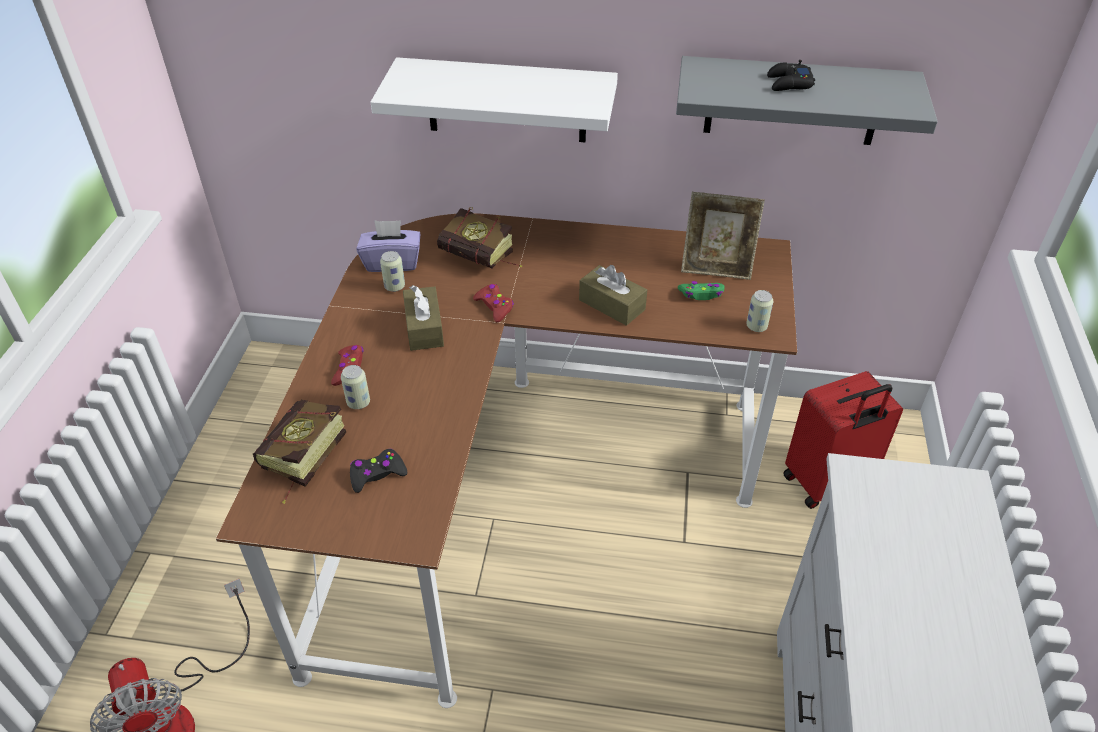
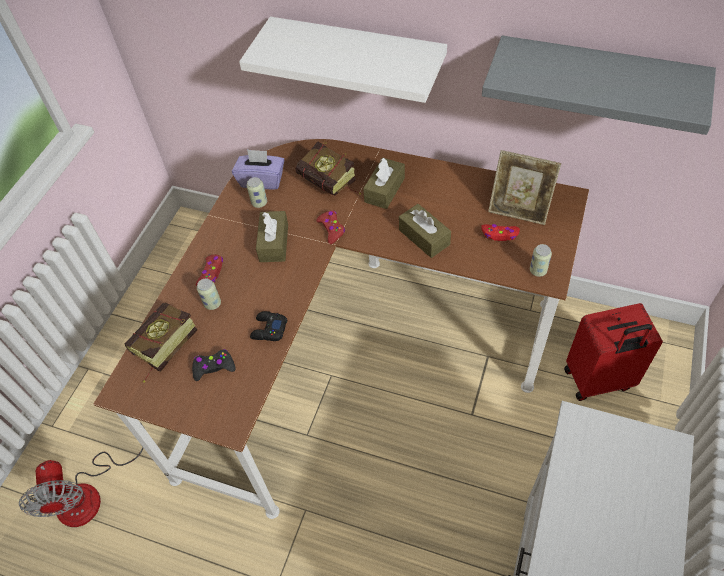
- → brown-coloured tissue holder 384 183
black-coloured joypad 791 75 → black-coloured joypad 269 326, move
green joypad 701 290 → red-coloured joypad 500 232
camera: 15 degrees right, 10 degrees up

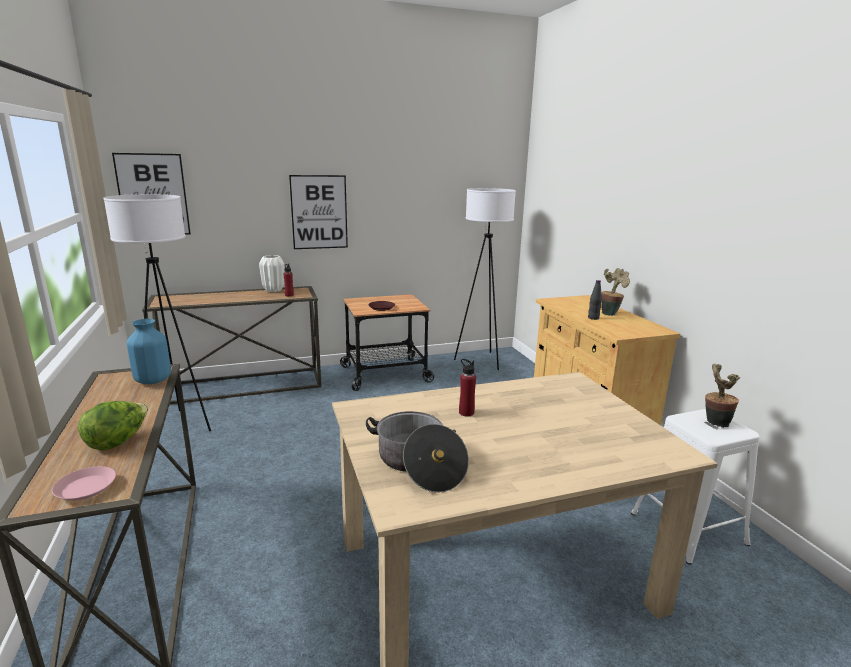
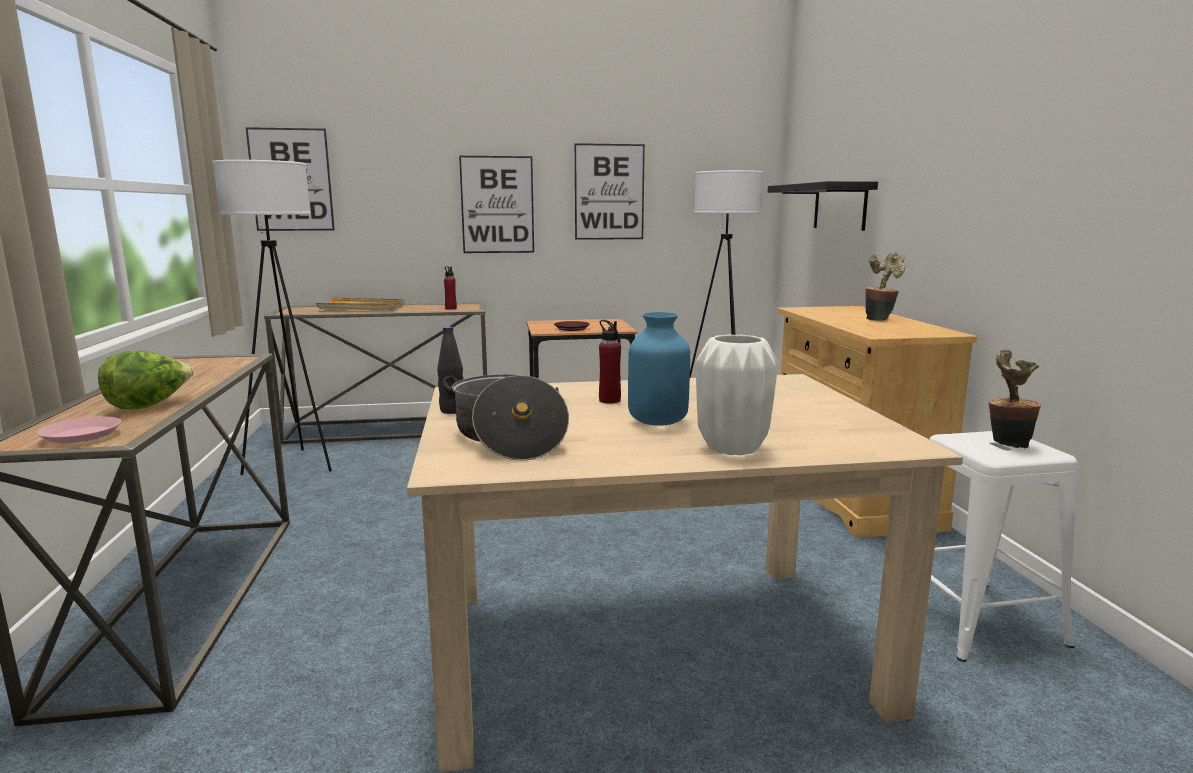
- → beige-coloured tray 360 304
- → wall picture 609 191
- → black-coloured wall shelf 823 206
bluish vase 149 351 → bluish vase 659 369, move
white vase 272 273 → white vase 737 394, move
black-coloured drink bottle 595 300 → black-coloured drink bottle 450 370, move
camera: 10 degrees right, 5 degrees down

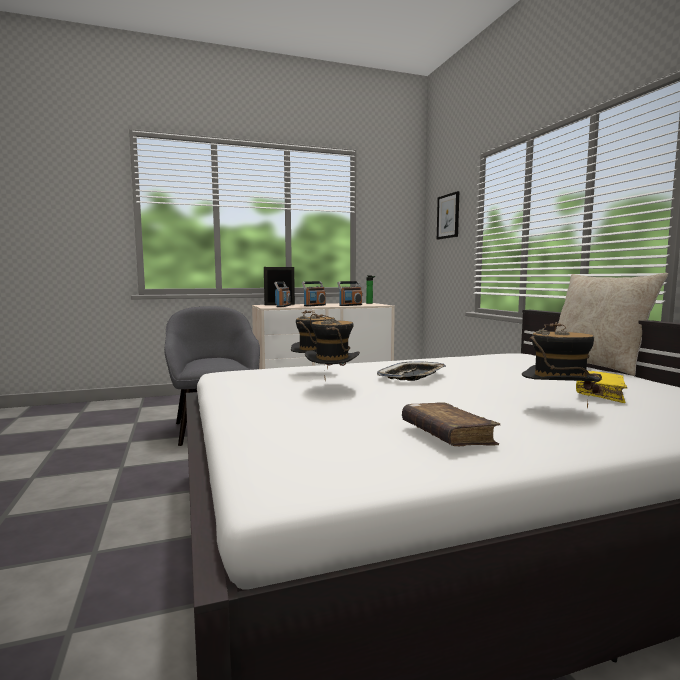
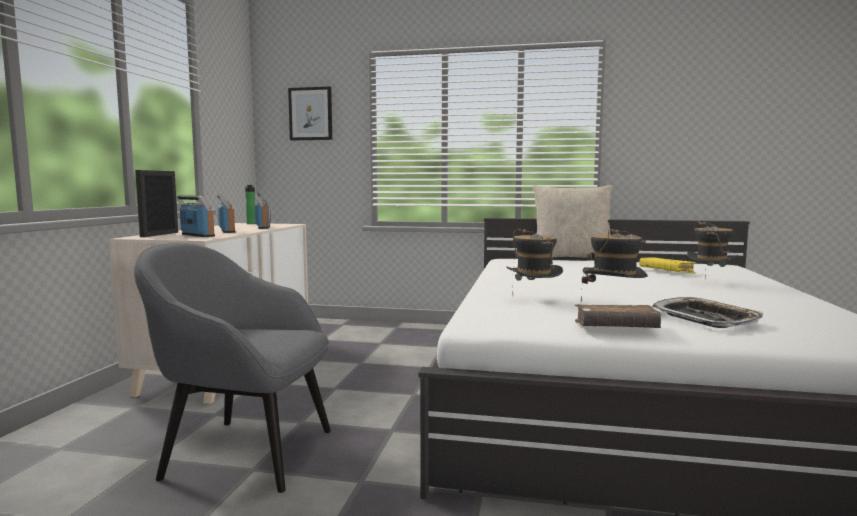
tray 411 371 → tray 707 312, move
brown-coloured bound book 451 424 → brown-coloured bound book 618 316, move
camera: 60 degrees left, 0 degrees up

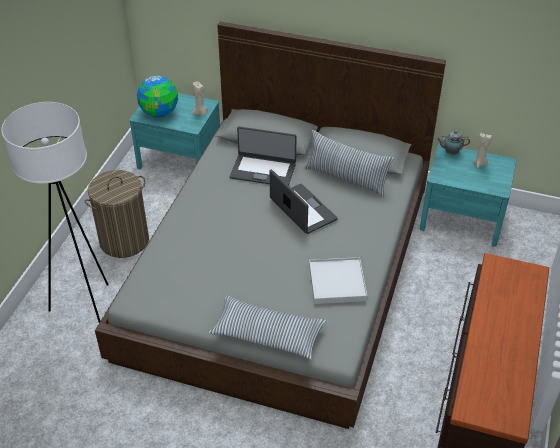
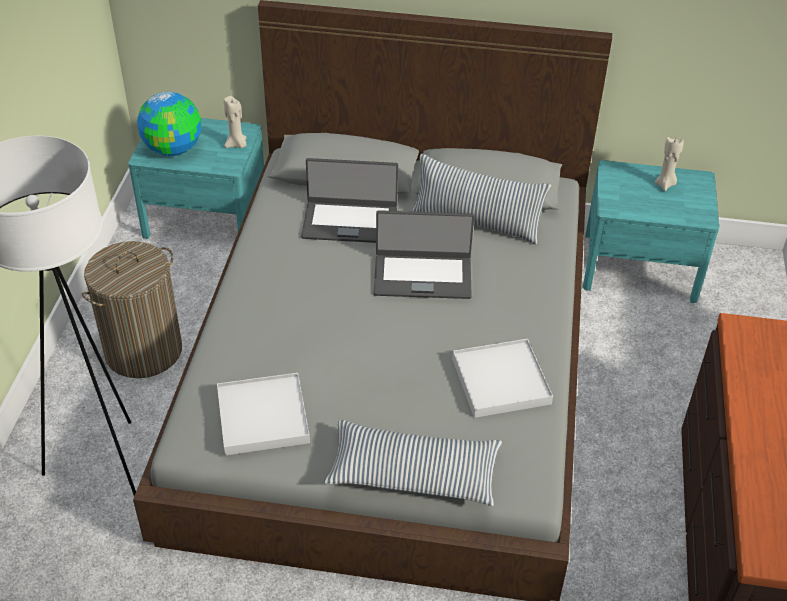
tea pot 453 142 → -
- → white tray 263 414
laptop 304 201 → laptop 424 254, 135 degrees clockwise
camera: 10 degrees left, 0 degrees up

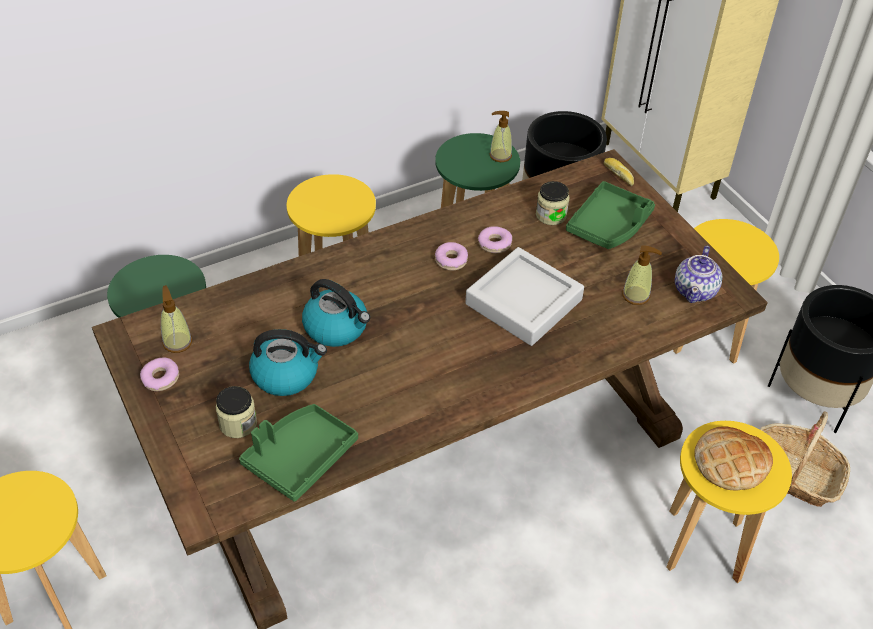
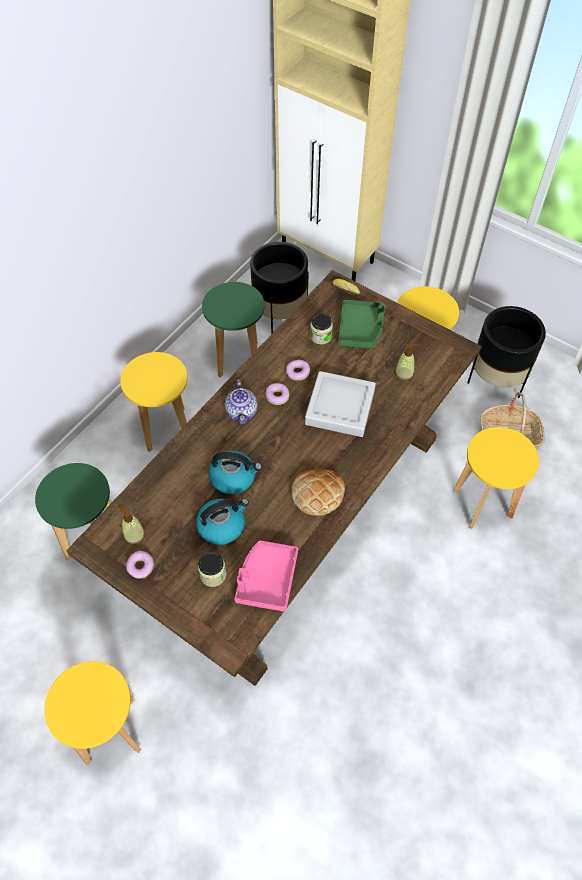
liquid soap bottle 501 136 → -
tea pot 698 274 → tea pot 241 401, move
bakery bread 733 458 → bakery bread 318 492, move
green tray 298 453 → pinkish tray 266 576
camera: 25 degrees left, 10 degrees up

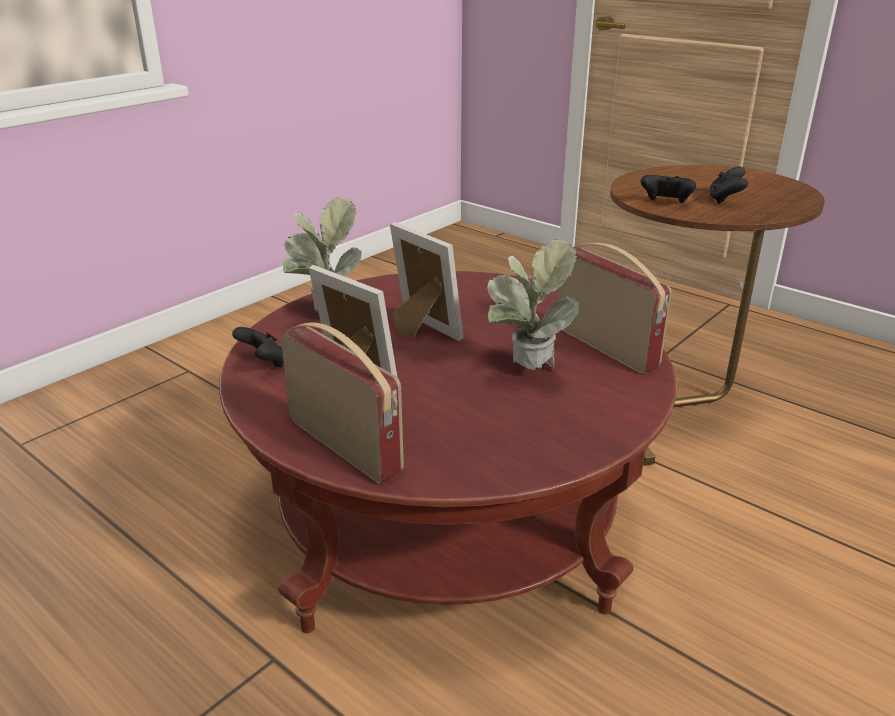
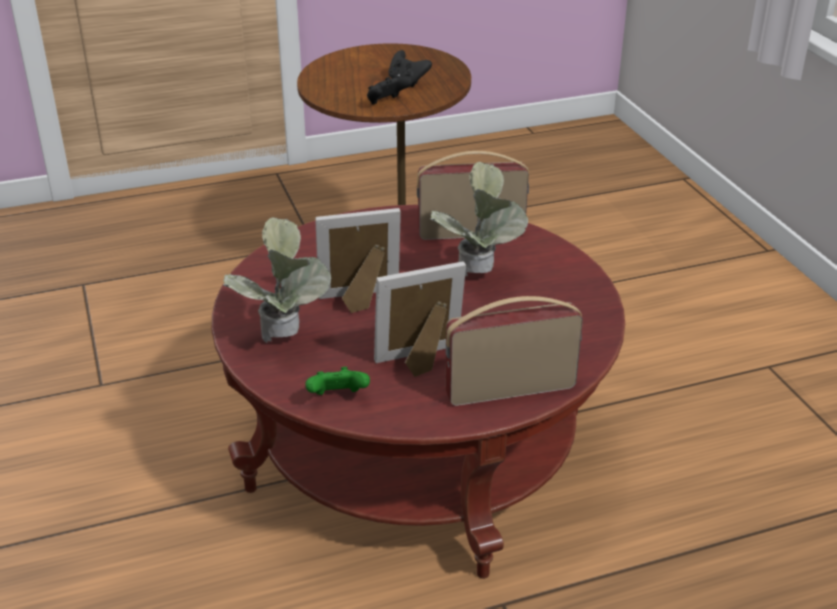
black-coloured joypad 258 347 → green joypad 337 381
camera: 60 degrees left, 5 degrees up

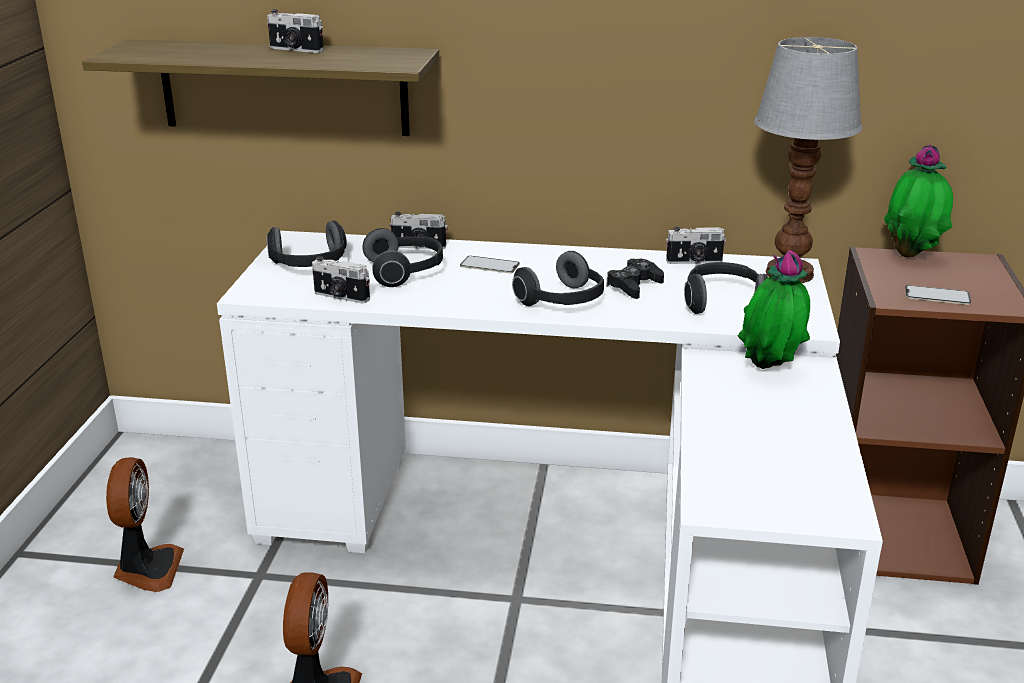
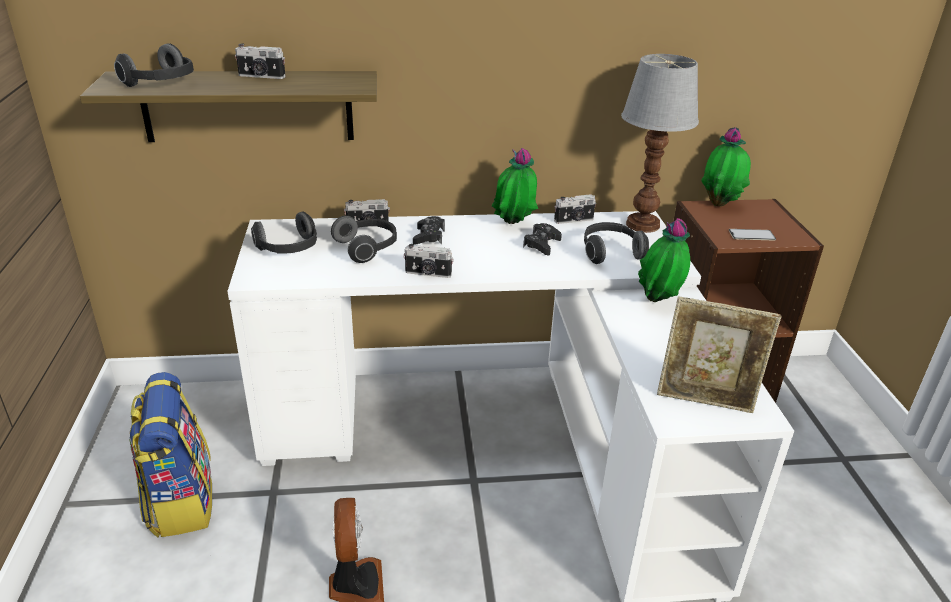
- → plant in a pot 515 186
- → standing frame 719 354
still camera 341 280 → still camera 428 261, move
headset 558 278 → headset 154 65, move
electric fan 145 524 → knapsack 170 455
phone 490 264 → black-coloured joypad 429 230
camera: 15 degrees left, 5 degrees up

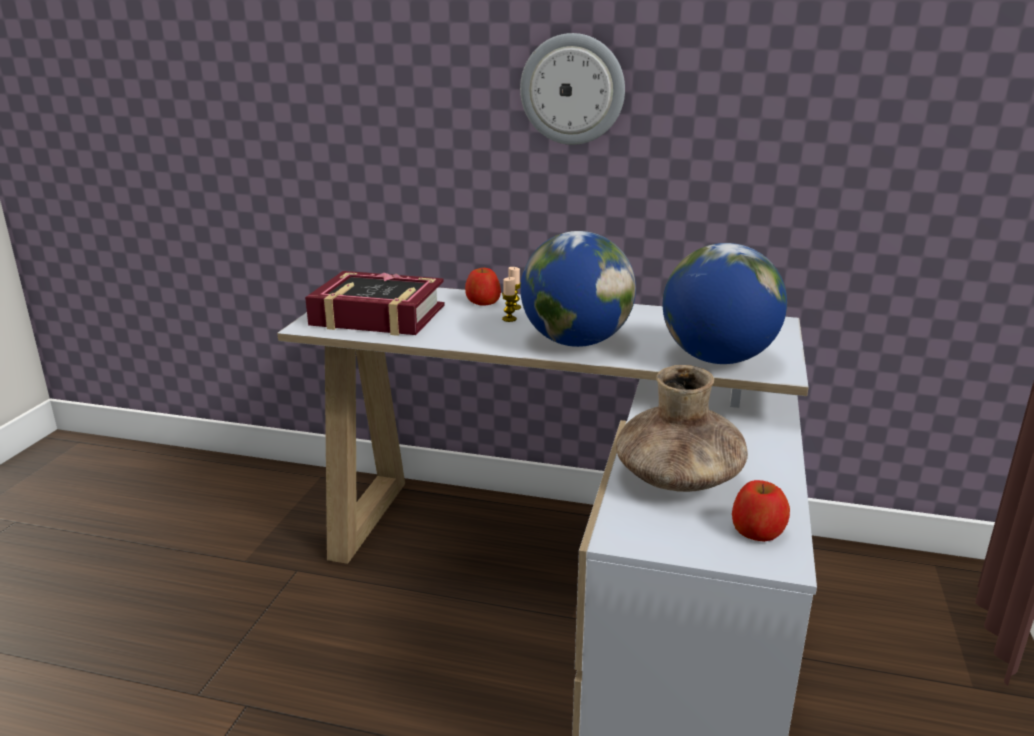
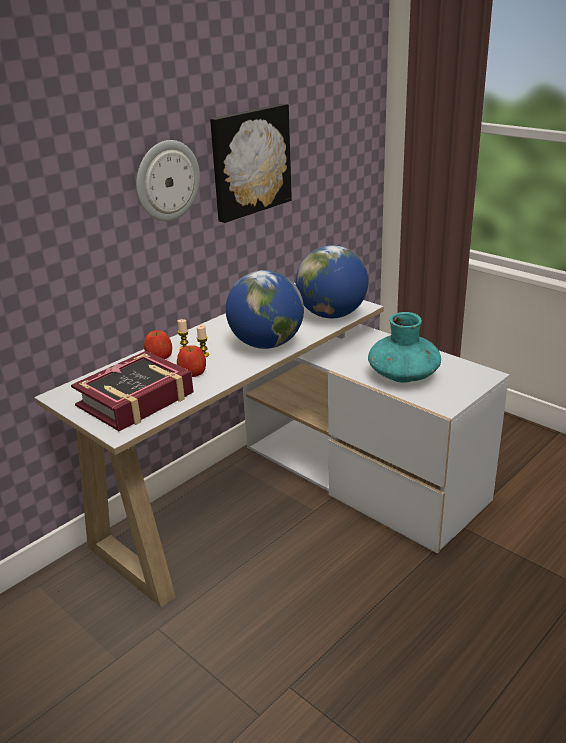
- → wall picture 251 163
apple fruit 761 511 → apple fruit 191 361, move
brown-coloured vase 682 428 → blue-green vase 404 347
camera: 60 degrees left, 5 degrees up

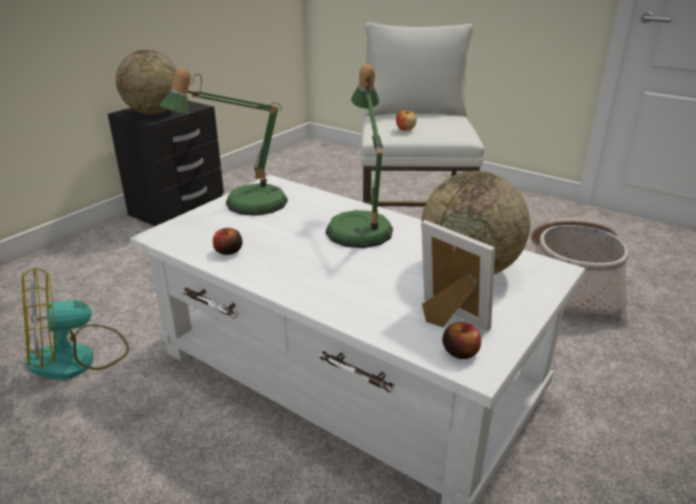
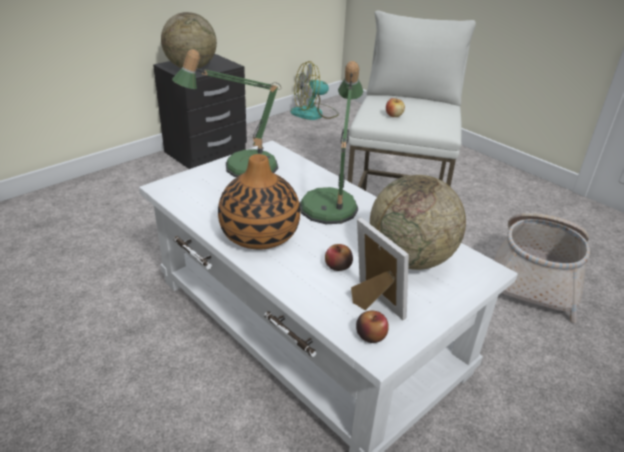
- → vase 259 202
electric fan 75 324 → electric fan 314 90, move
apple fruit 227 241 → apple fruit 339 257, move
camera: 10 degrees right, 5 degrees up

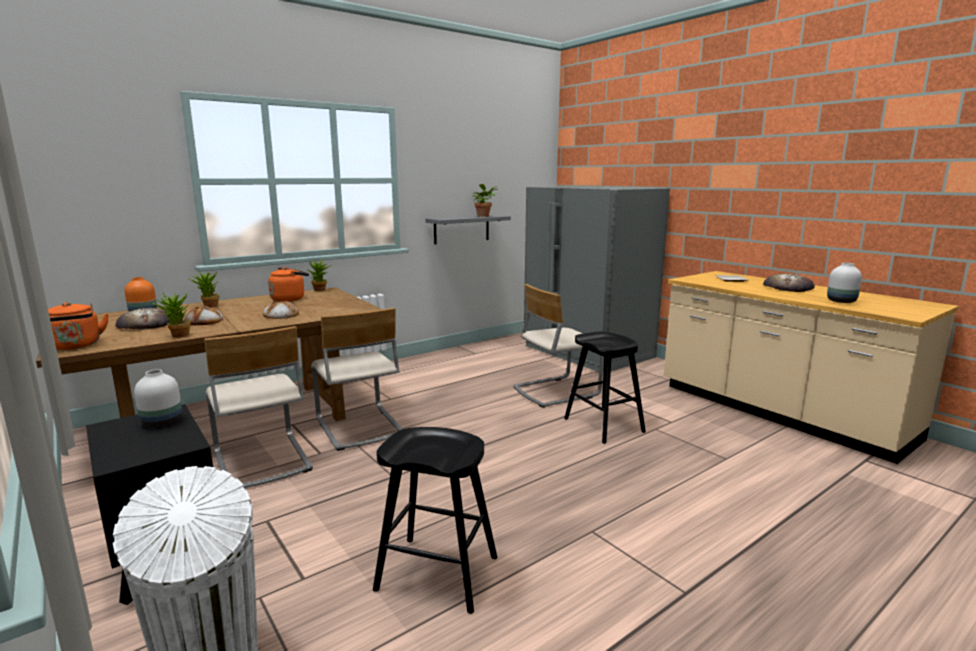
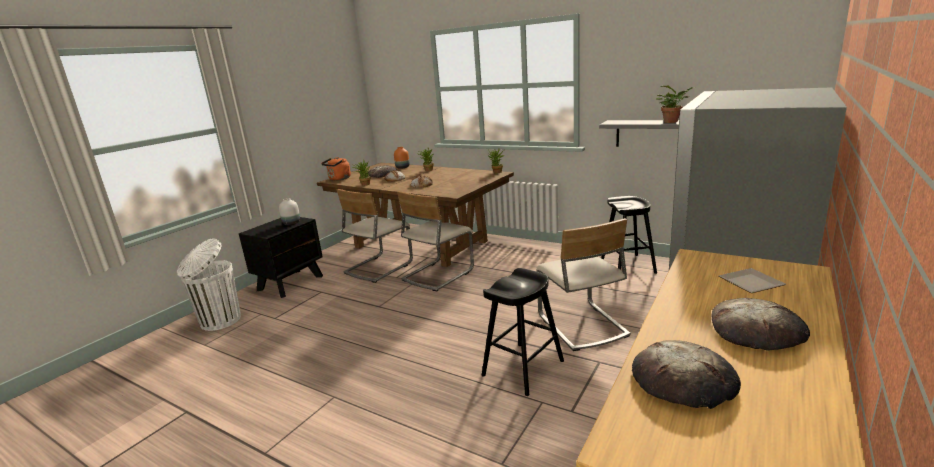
orange water kettle 288 284 → -
black-coloured sitting stool 435 520 → black-coloured sitting stool 629 235, move
white vase 844 283 → bakery bread 686 374
beige-coloured chair 558 346 → beige-coloured chair 583 284, 150 degrees counterclockwise
camera: 70 degrees right, 5 degrees up

